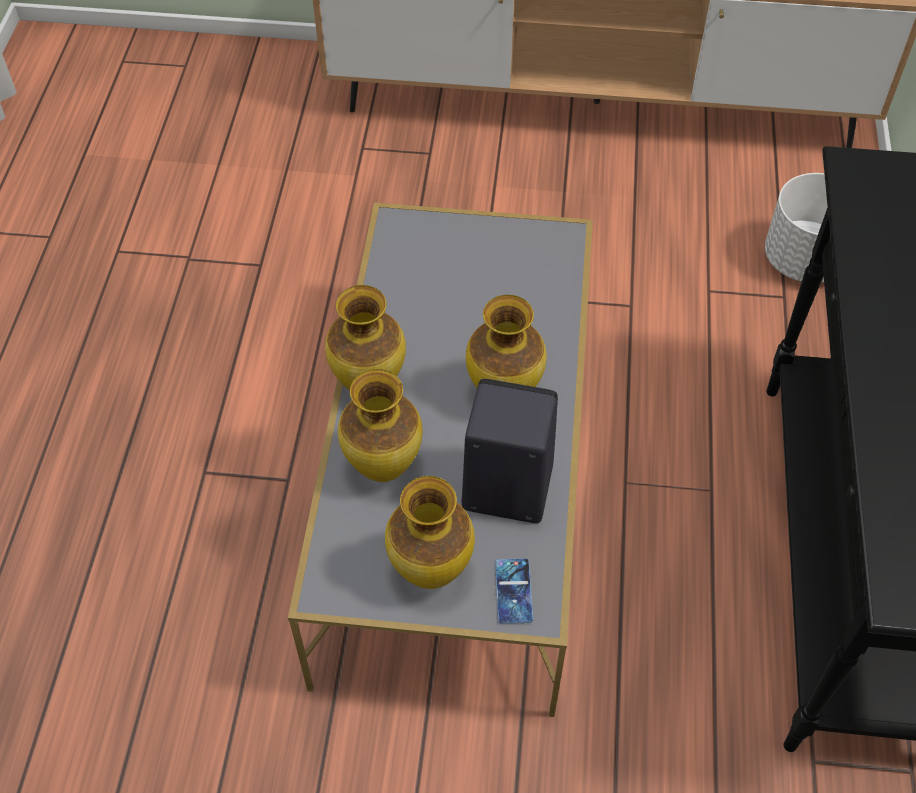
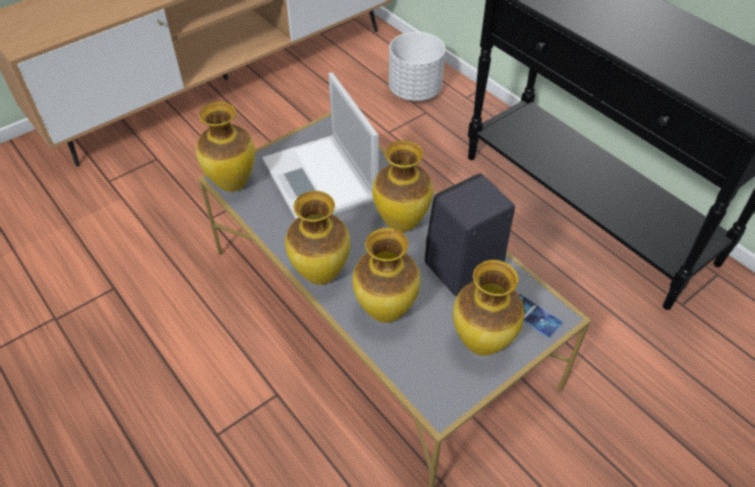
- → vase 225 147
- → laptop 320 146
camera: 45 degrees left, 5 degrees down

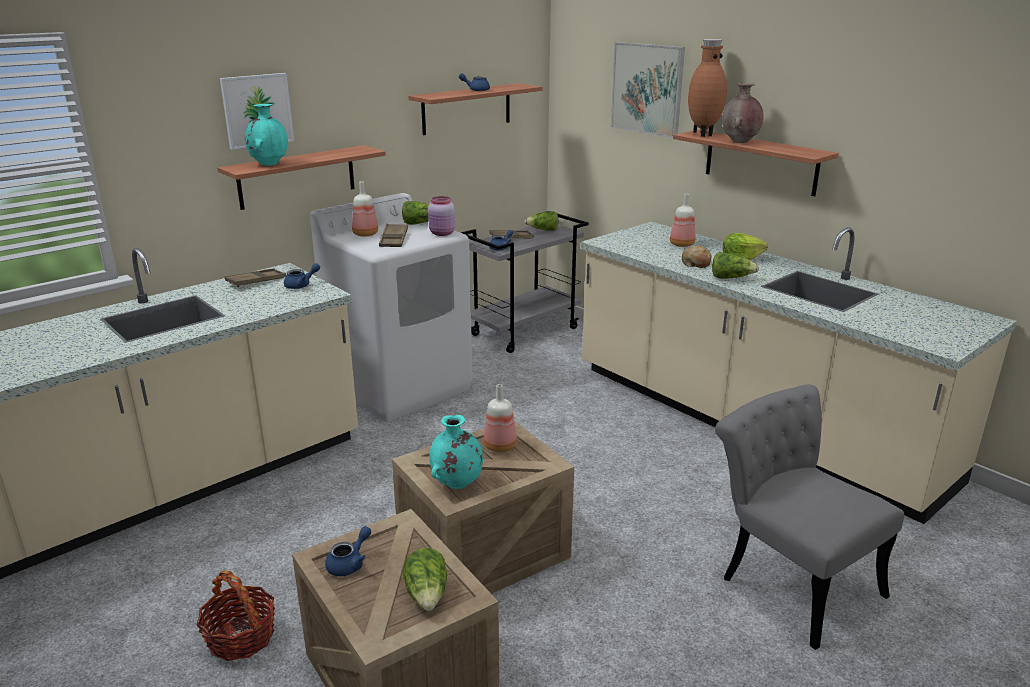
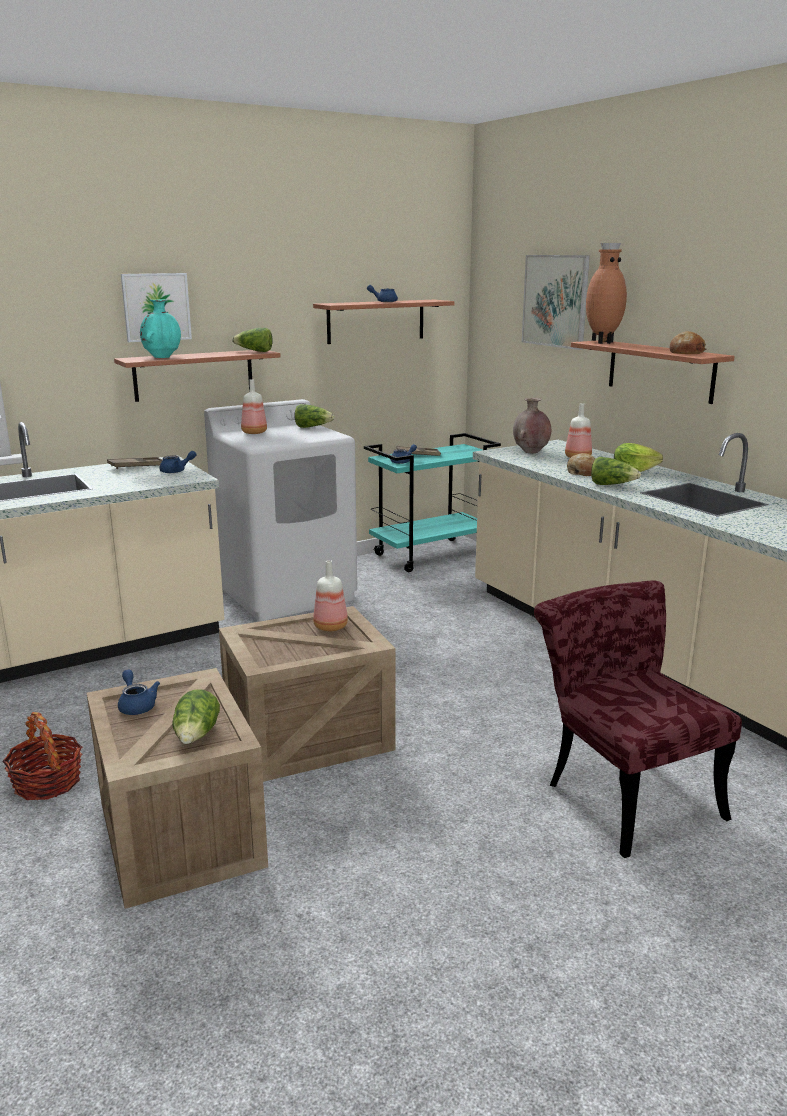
brown-coloured tray 393 235 → -
pinkish jar 441 216 → -
blue-green vase 456 452 → -
- → bakery bread 687 342
lettuce head 541 221 → lettuce head 252 340, move
brown-coloured vase 743 113 → brown-coloured vase 532 425, move
grey wheeled cart 525 282 → blue-green wheeled cart 432 502
grey chair 809 517 → red-coloured chair 638 719
bluish tea pot 348 551 → bluish tea pot 139 692, 75 degrees counterclockwise
camera: 10 degrees right, 5 degrees down

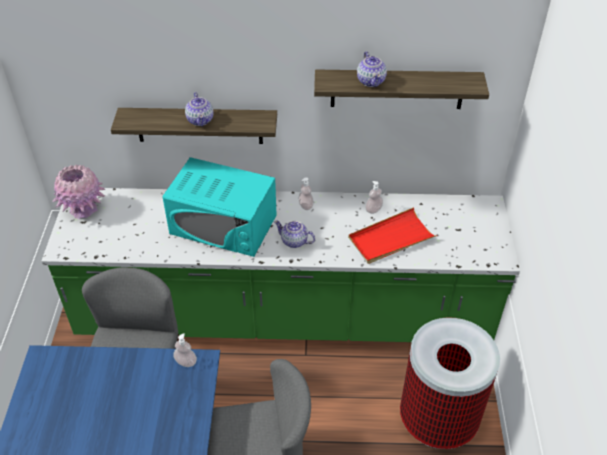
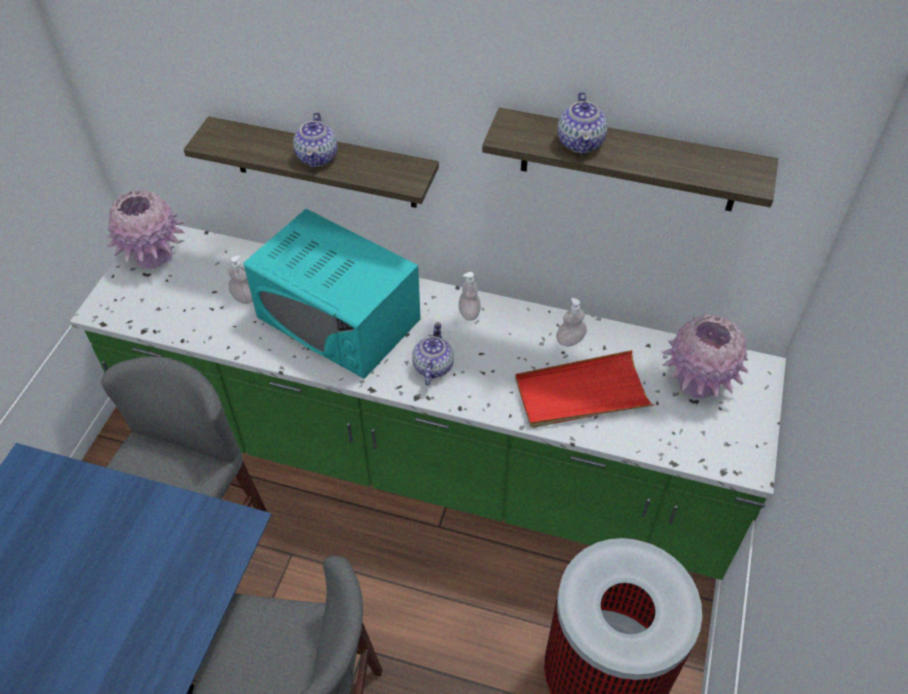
- → pinkish vase 705 356
liquid soap bottle 185 350 → liquid soap bottle 240 279, move
tea pot 294 234 → tea pot 433 353, 60 degrees clockwise
camera: 15 degrees right, 5 degrees up

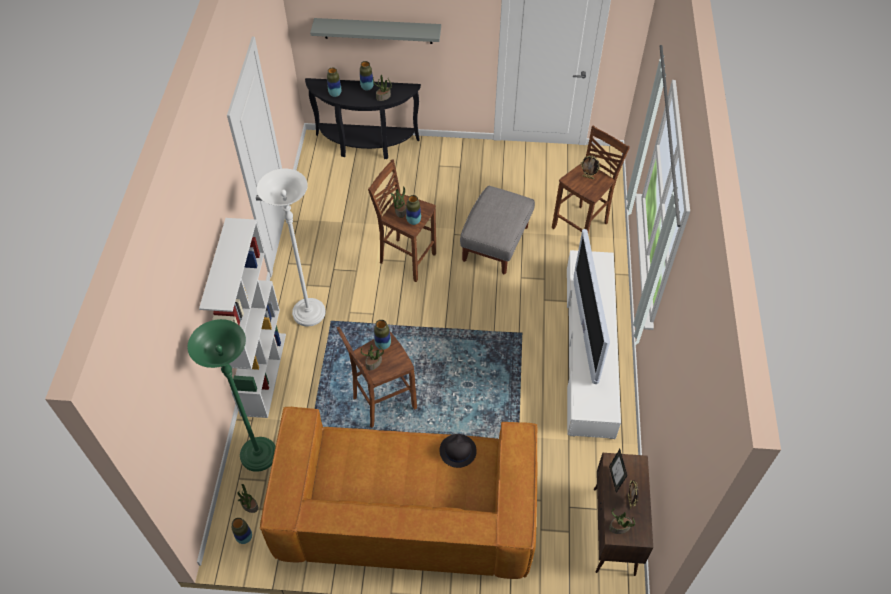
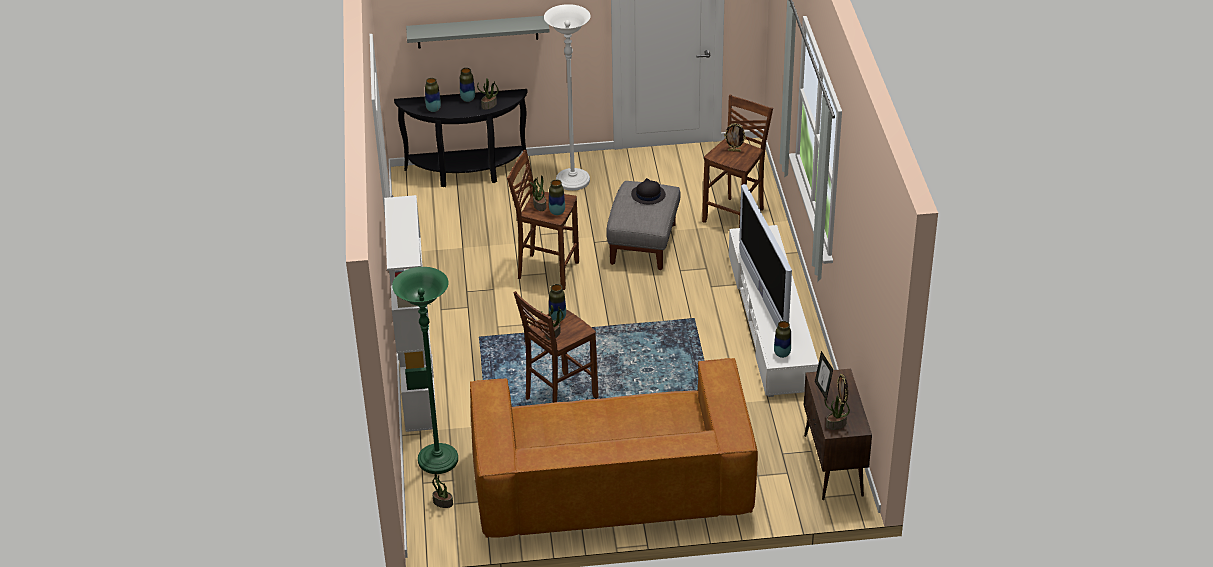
vase 242 531 → vase 782 339, move
white standing lamp 291 248 → white standing lamp 567 97, move
black-coloured clothing hat 458 451 → black-coloured clothing hat 648 191, move
camera: 10 degrees left, 15 degrees down

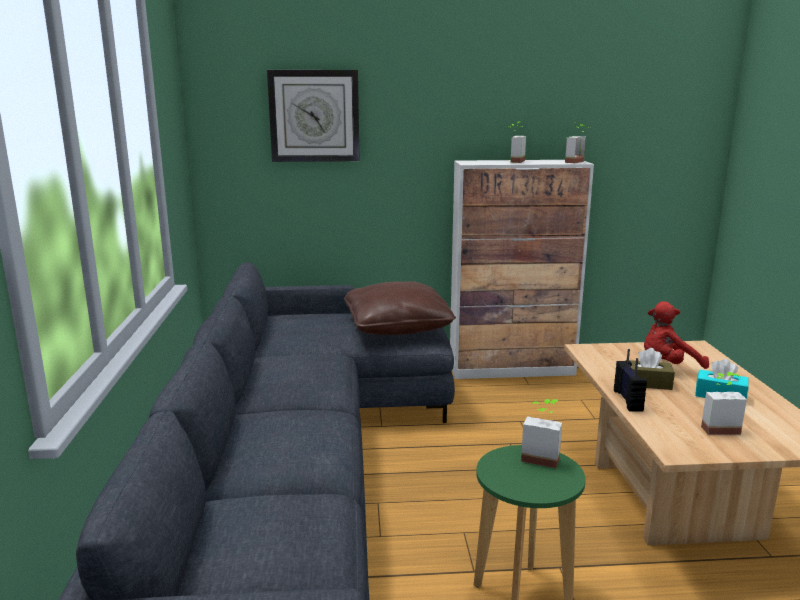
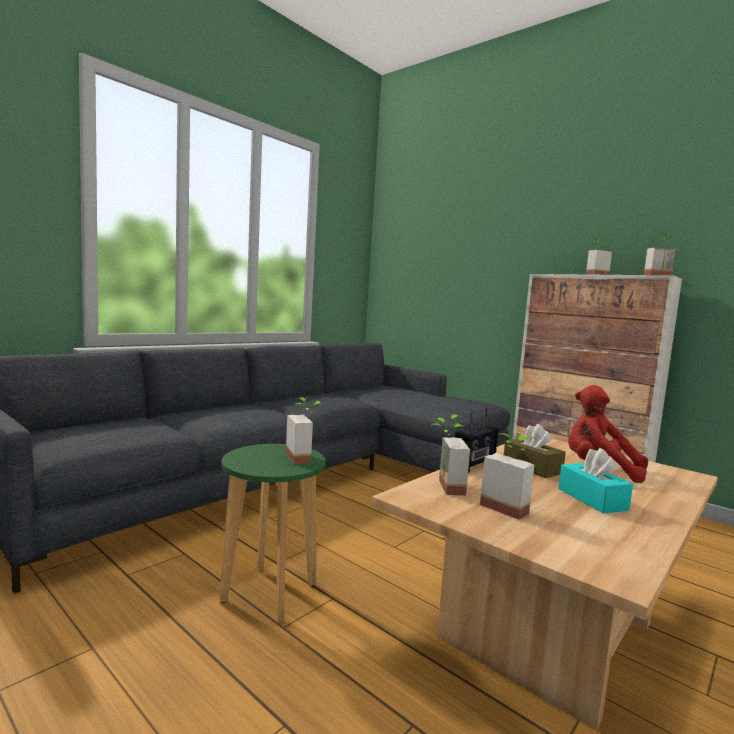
hanging clock 313 116 → -
brown-coloured throw pillow 400 308 → -
- → plant in a pot 450 455
camera: 45 degrees right, 10 degrees down

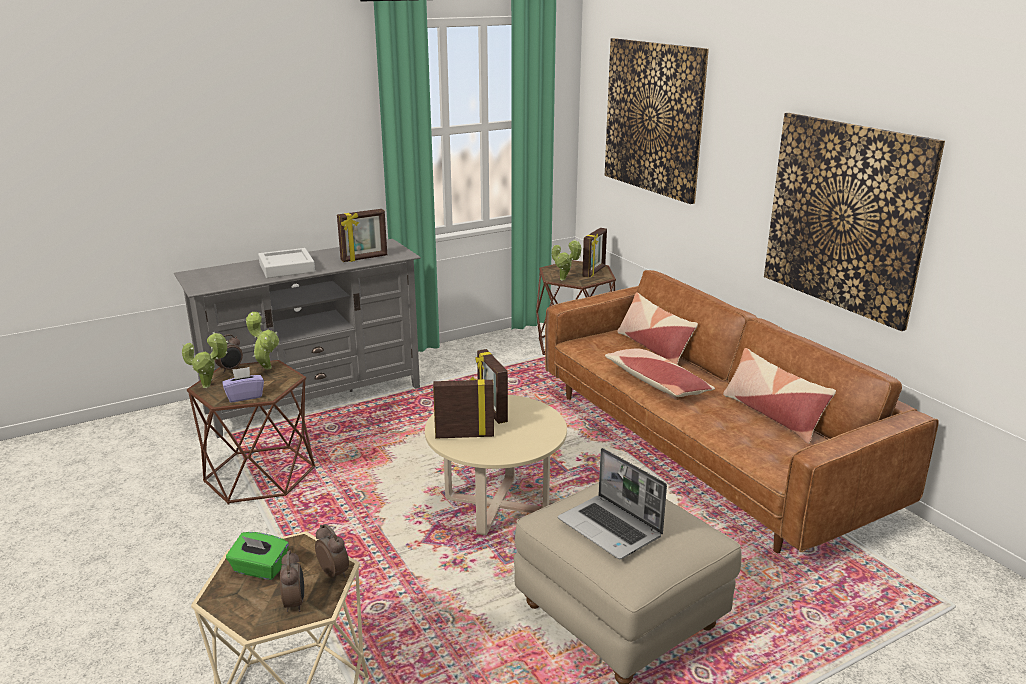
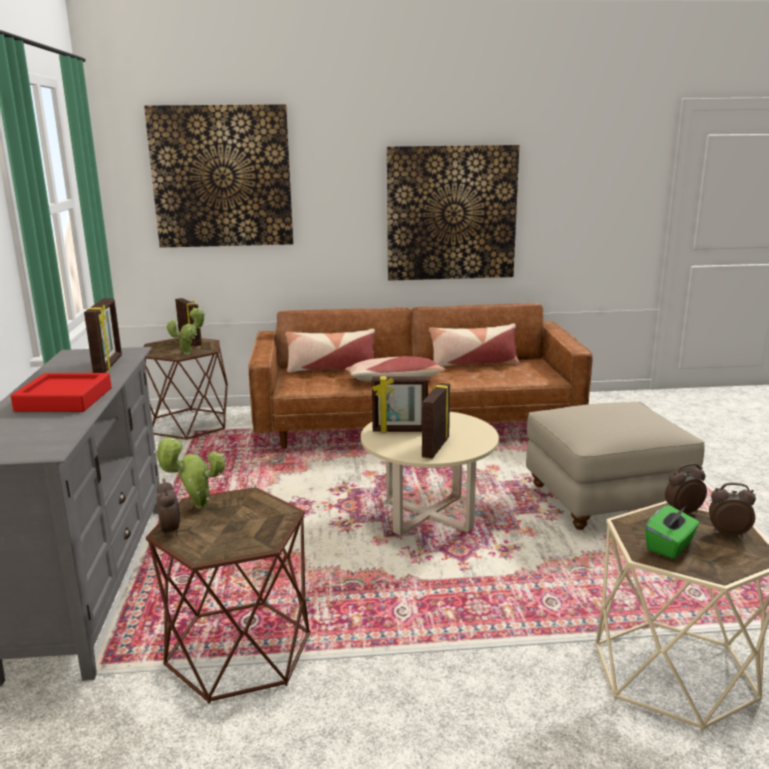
plant in a pot 205 359 → -
purplish tissue holder 243 384 → -
laptop 612 503 → -
grey tray 286 263 → red-coloured tray 61 392
camera: 65 degrees left, 5 degrees down

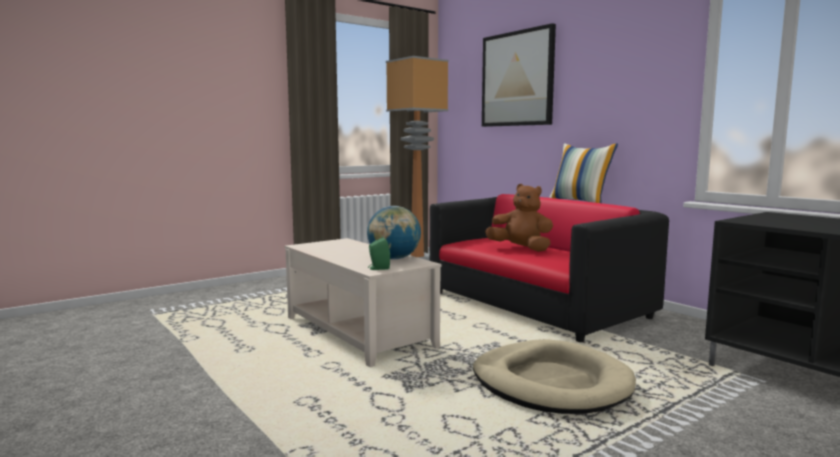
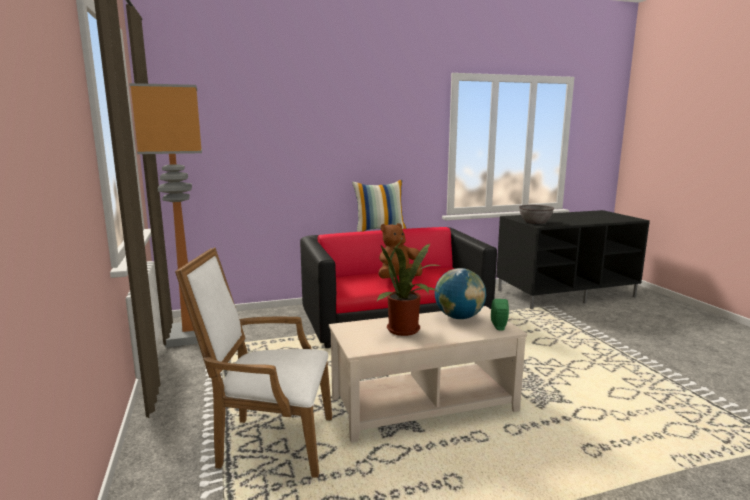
beige-coloured dog cushion 554 376 → -
wall picture 519 75 → -
- → white armchair 253 362
- → plant in a pot 409 287
- → grey bowl 536 214
camera: 70 degrees left, 5 degrees up

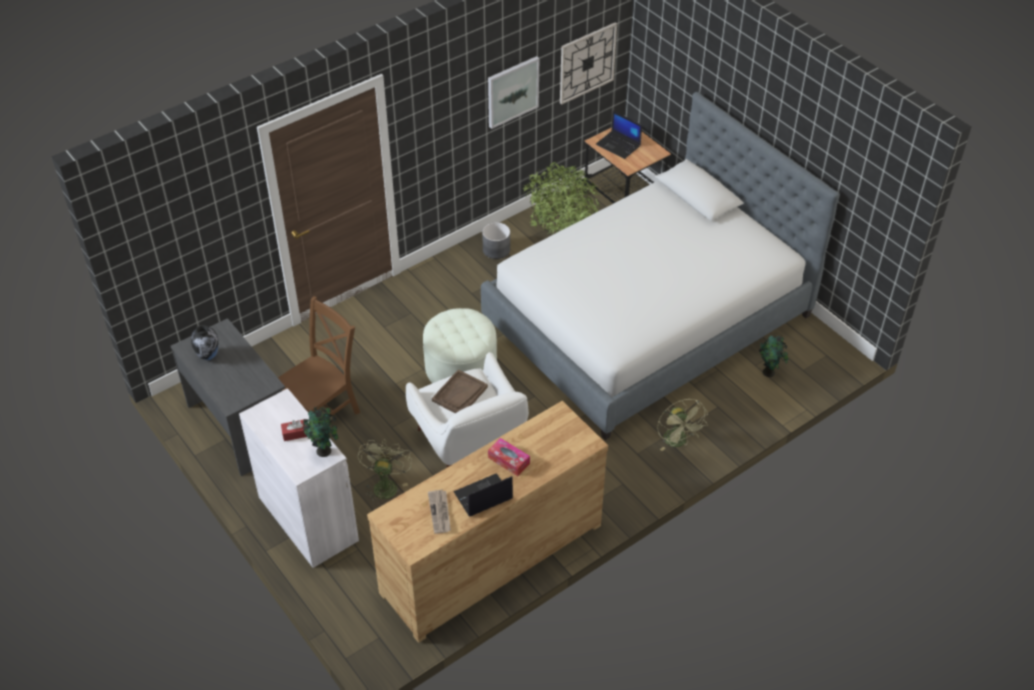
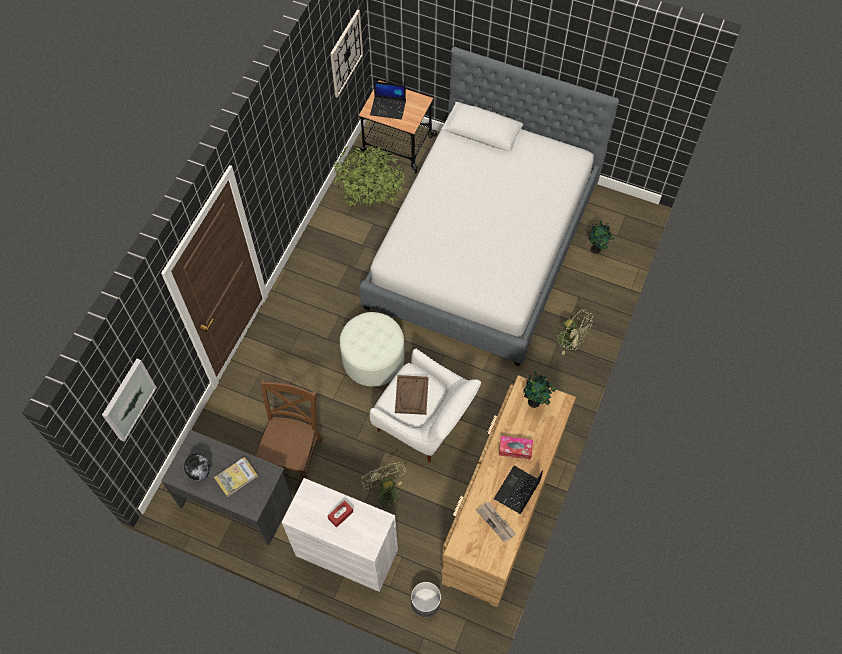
- → bound book 236 477
plant in a pot 320 432 → plant in a pot 539 389, move
grey flower pot 496 240 → grey flower pot 426 599, move
wall picture 513 92 → wall picture 129 400, move
camera: 30 degrees left, 15 degrees up

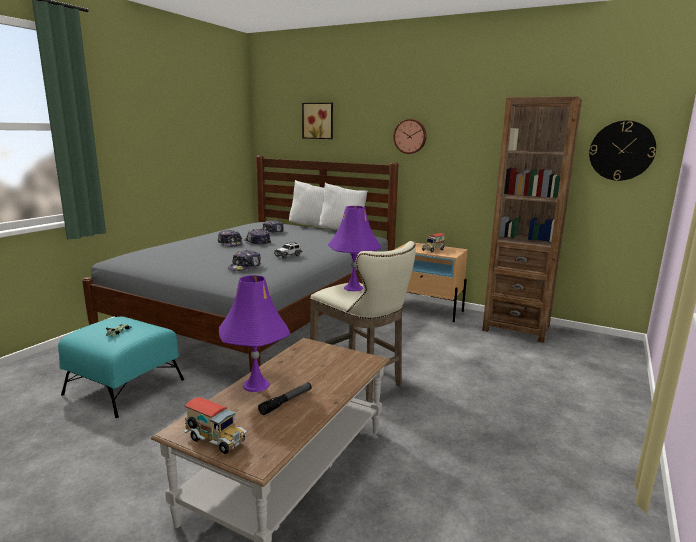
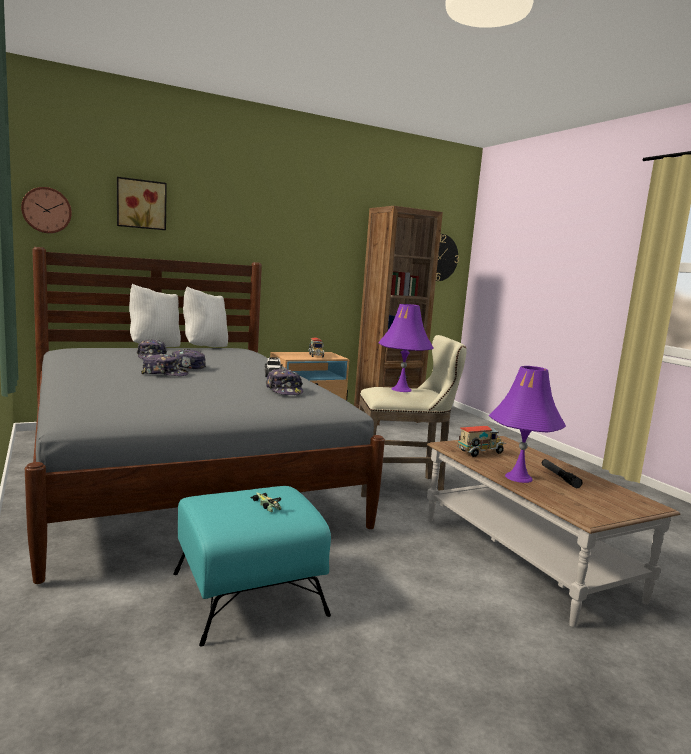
toy lorry 215 425 → toy lorry 481 441, move
hanging clock 410 136 → hanging clock 46 210, move
camera: 55 degrees left, 5 degrees down

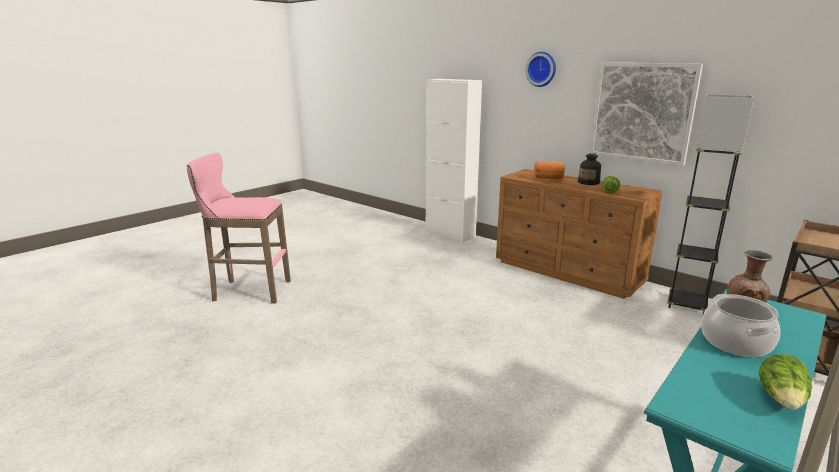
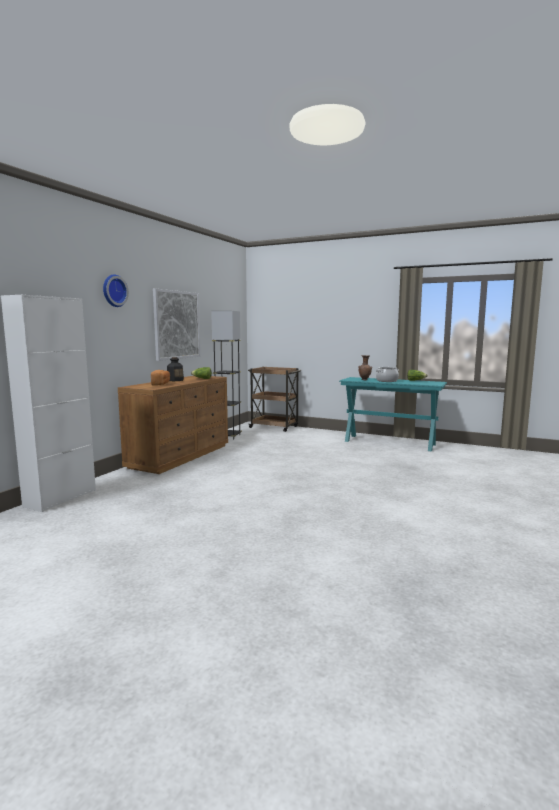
pinkish sitting stool 239 228 → -
camera: 105 degrees left, 10 degrees down

